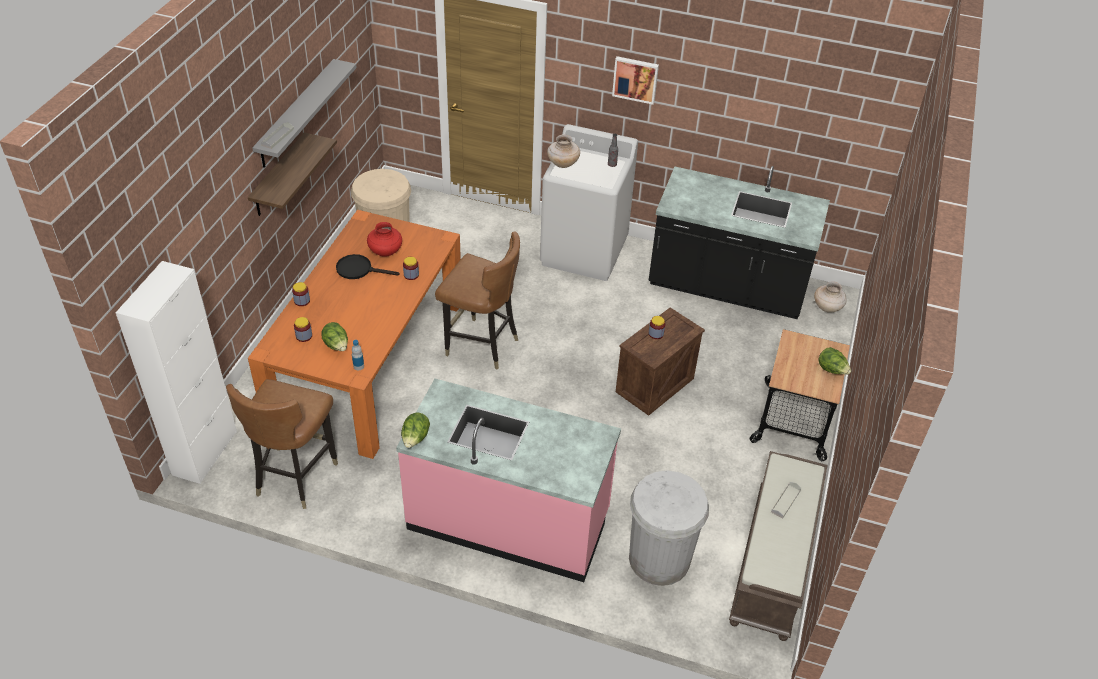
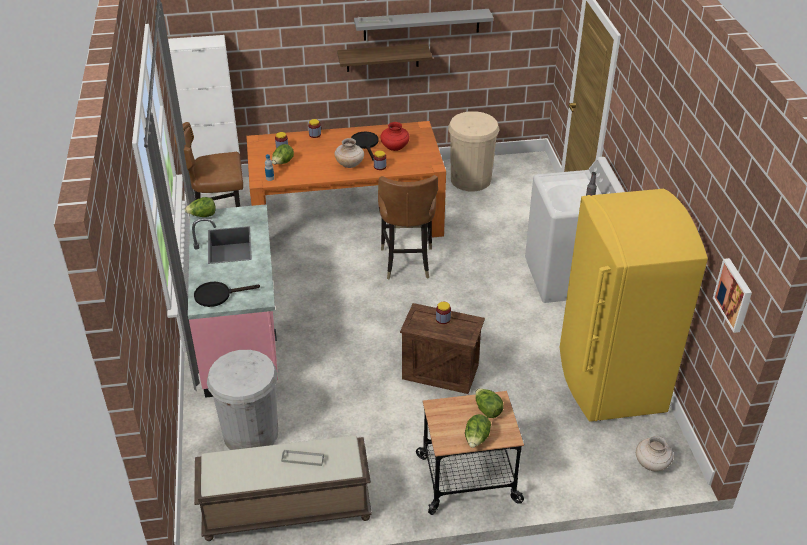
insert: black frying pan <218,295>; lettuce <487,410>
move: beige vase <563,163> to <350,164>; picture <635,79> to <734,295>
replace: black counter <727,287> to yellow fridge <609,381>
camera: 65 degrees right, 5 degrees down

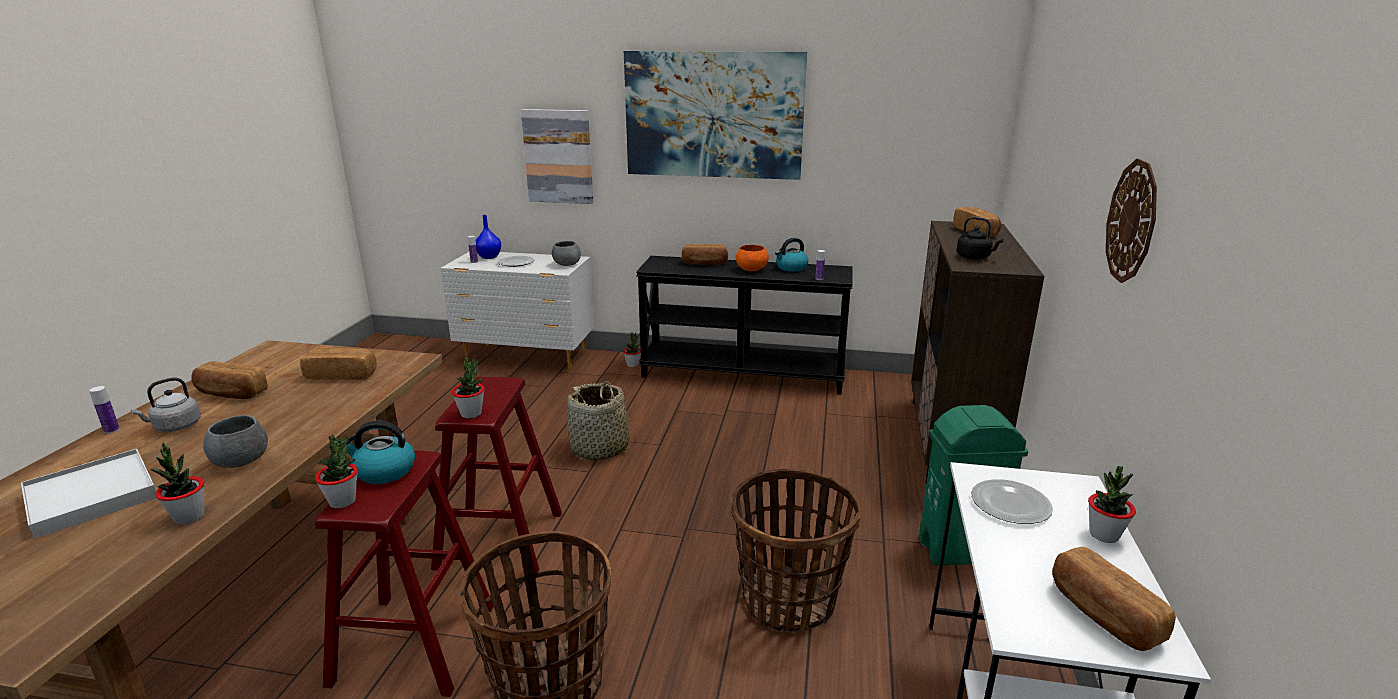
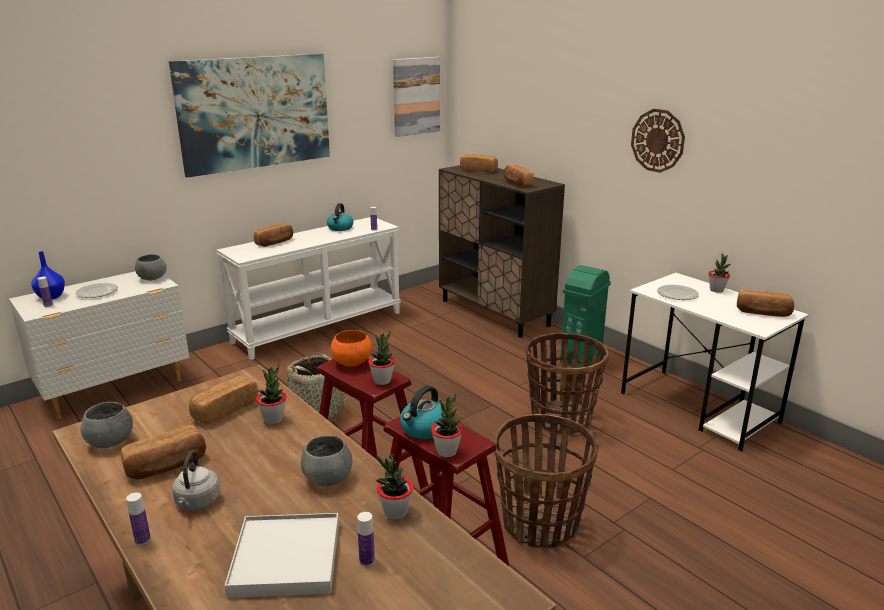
insert: grey bowl <111,441>; bottle <367,560>
move: potted plant <632,365> to <273,419>; orange bowl <751,270> to <351,362>; picture <558,156> to <416,96>
replace: black kettle <975,257> to bread <517,183>
recolor: black console table <743,374> to white console table <318,327>
camera: 50 degrees left, 0 degrees up

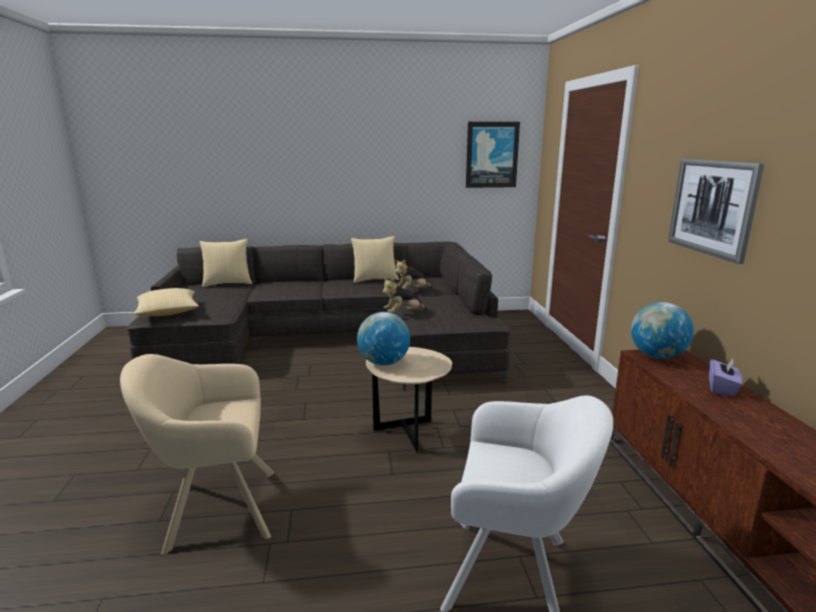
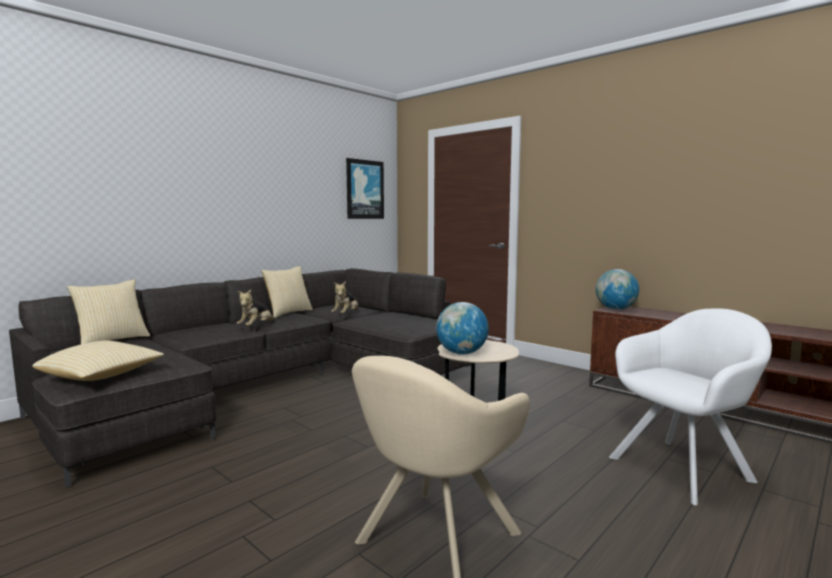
delete: picture <712,207>; purple tissue box <722,388>
move: plush toy <403,313> to <256,327>
camera: 40 degrees left, 10 degrees down

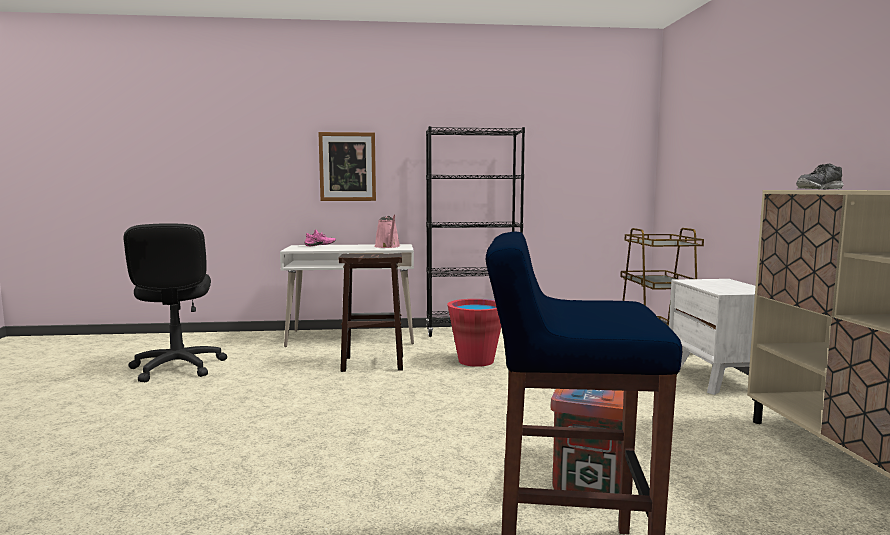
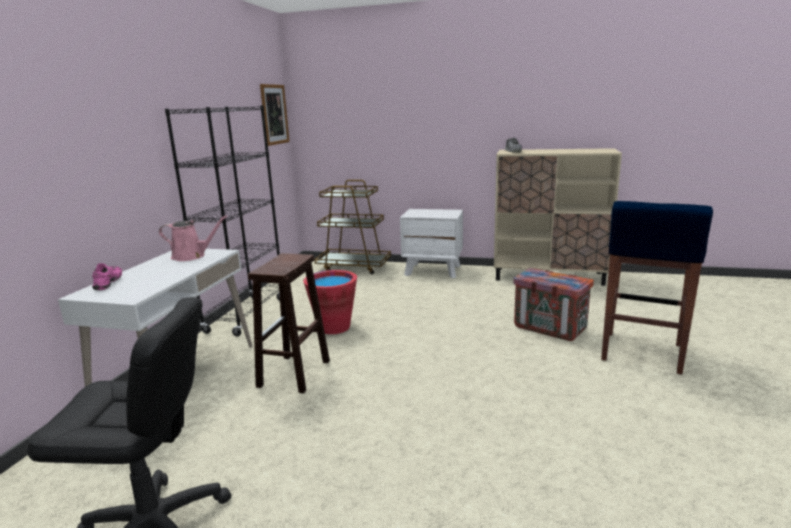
move: picture <347,166> to <274,114>
camera: 70 degrees left, 10 degrees up

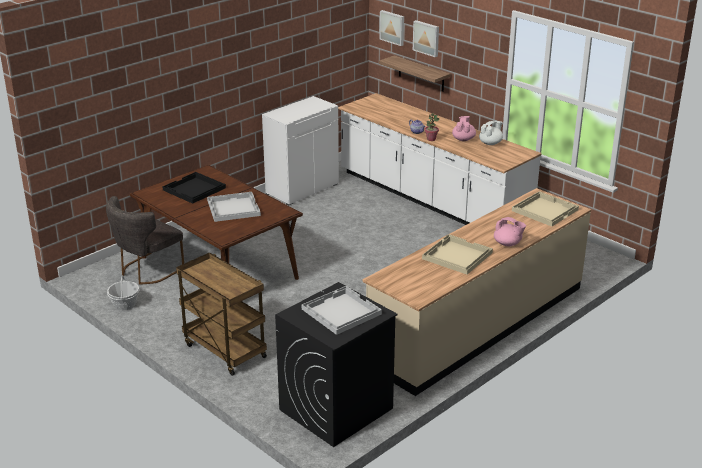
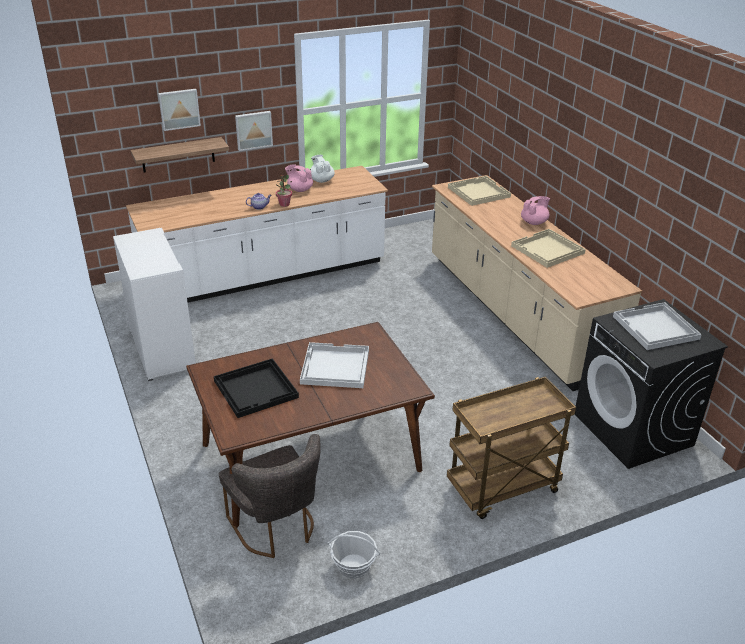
move: picture <392,27> to <253,130>
camera: 70 degrees left, 5 degrees up

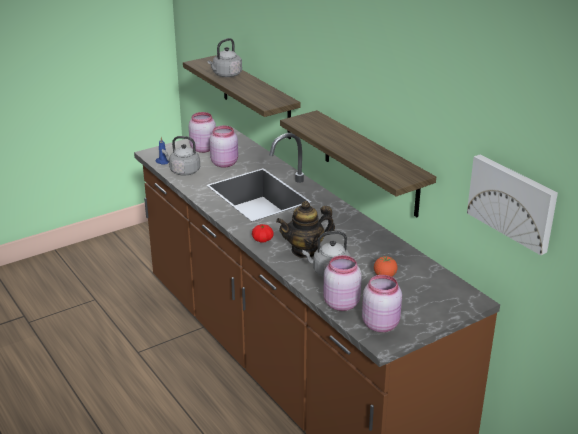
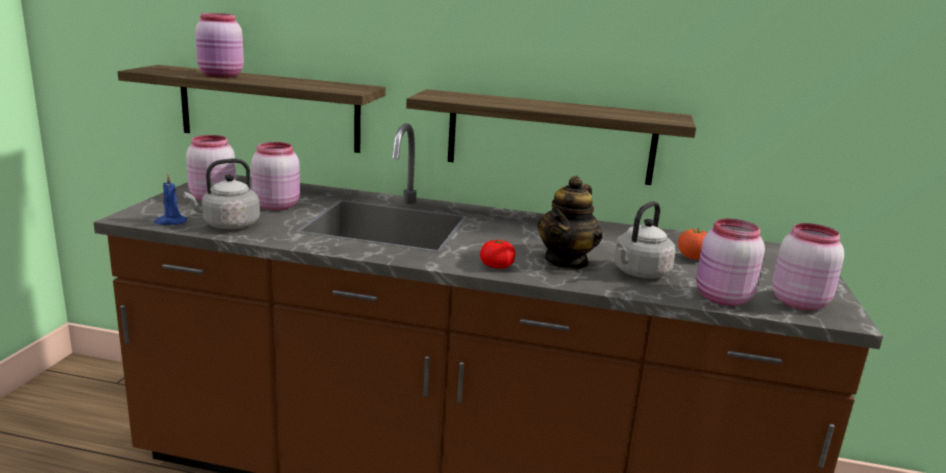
delete: picture <513,202>
replace: grey kettle <226,75> to pink jar <222,75>
camera: 45 degrees left, 10 degrees down

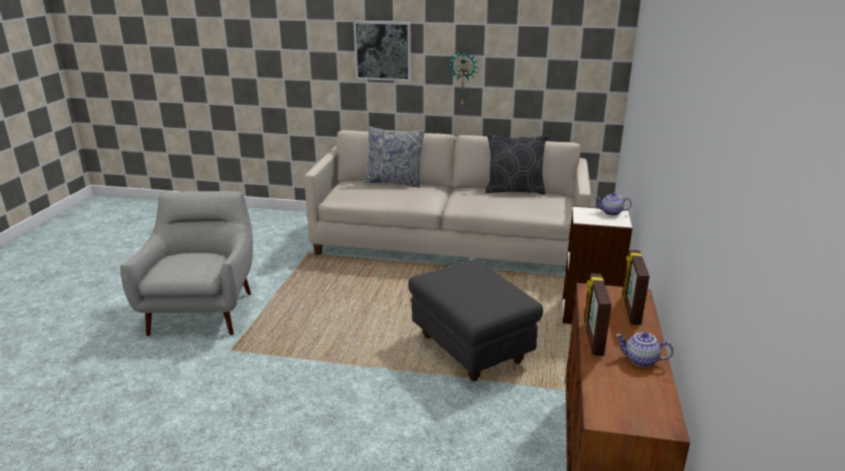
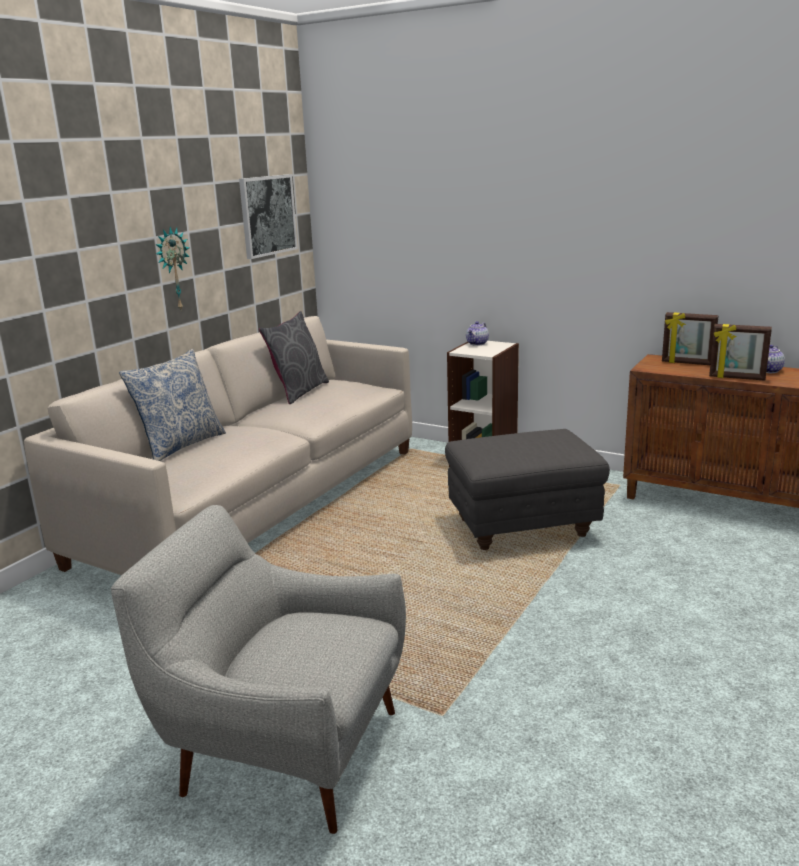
move: picture <383,50> to <267,215>
camera: 70 degrees left, 5 degrees down

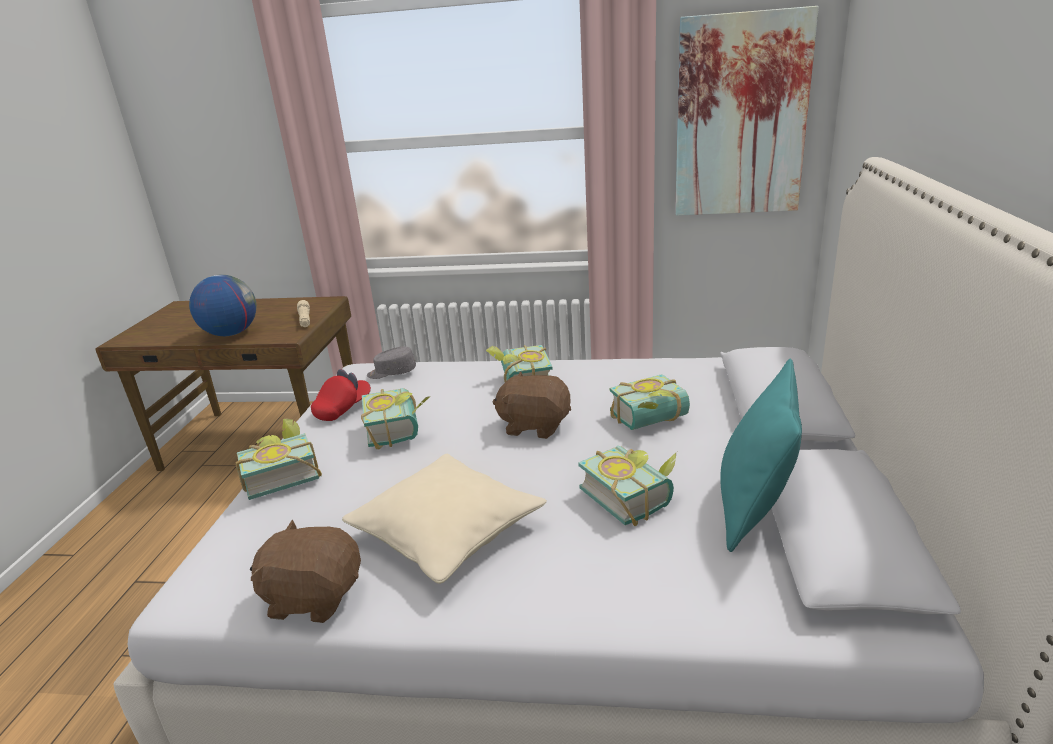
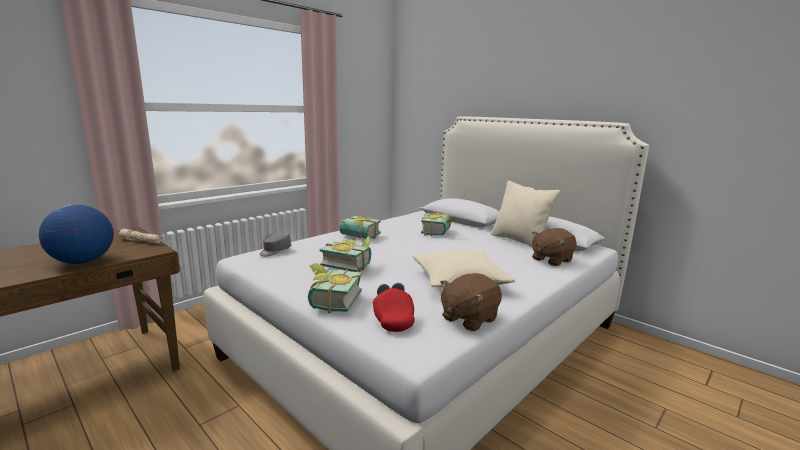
delete: book <632,496>; picture <741,117>
move: red cap <343,408> to <392,319>; brown plush toy <534,425> to <551,260>
recolor: turquoise pillow <753,508> to beige pillow <519,241>
camera: 55 degrees left, 10 degrees down

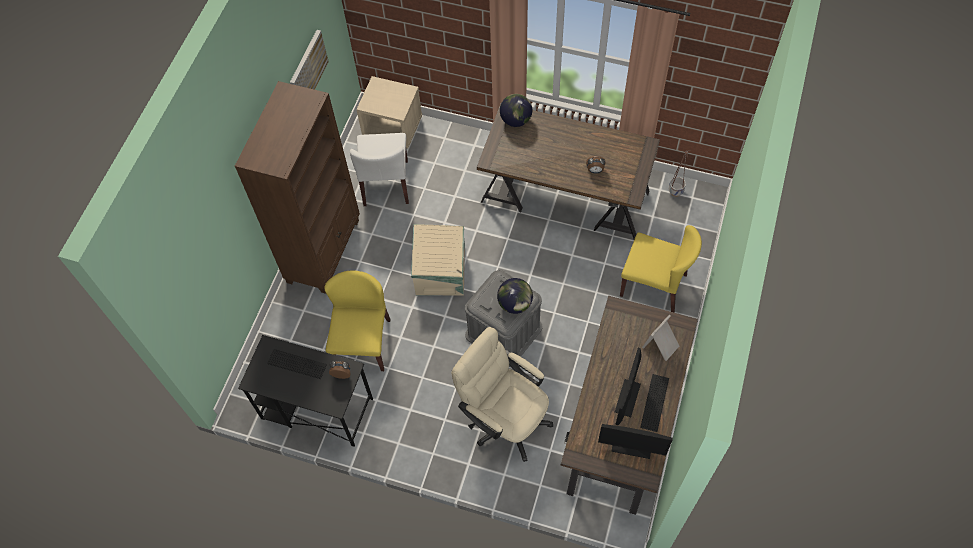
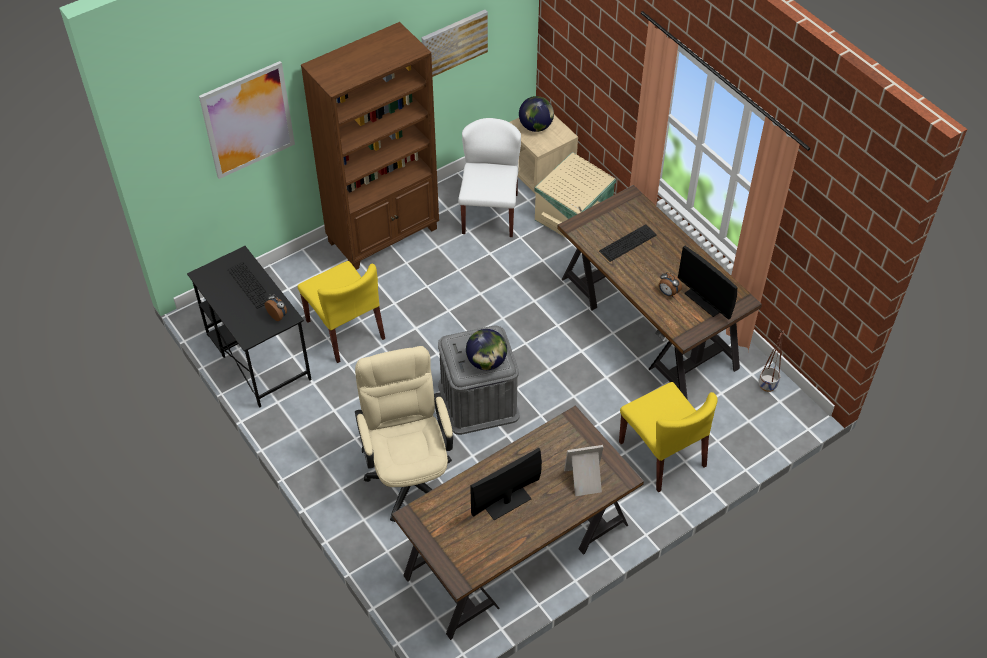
insert: picture <248,120>
move: globe <516,120> to <536,127>; beige storage box <441,270> to <574,214>; keyboard <654,402> to <628,243>; monitor <631,447> to <705,300>
rotate: yellow chair <363,343> = <345,330> 105 degrees clockwise; white chair <386,183> = <489,213> 150 degrees clockwise
camera: 35 degrees right, 10 degrees down

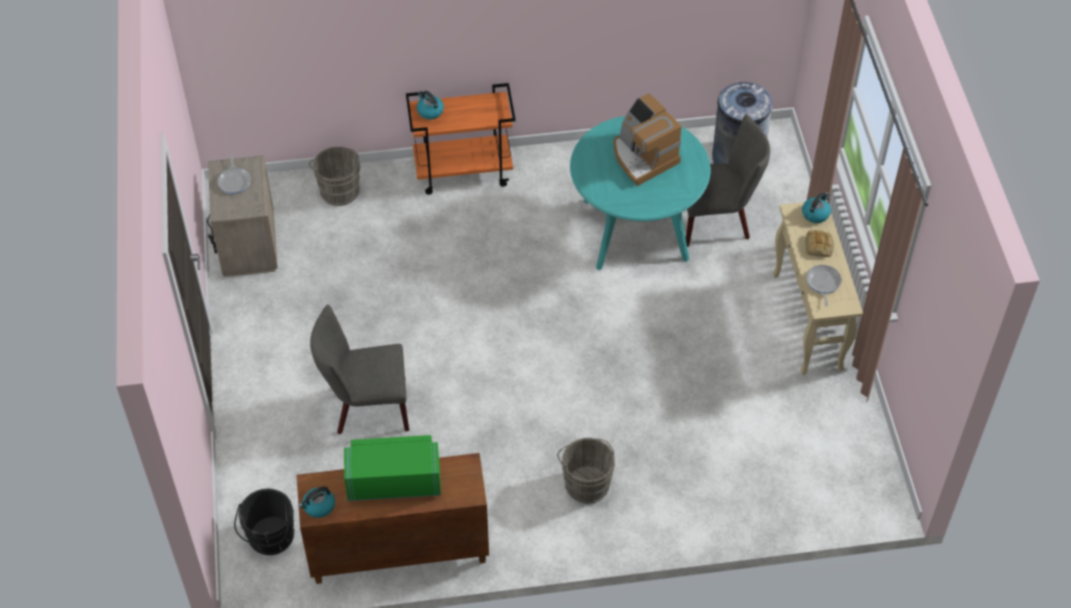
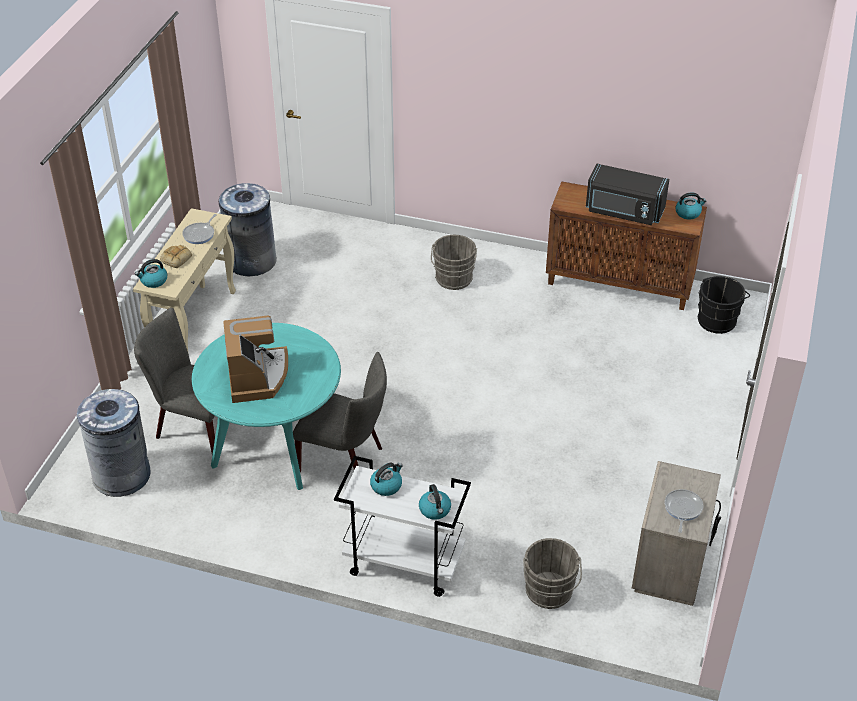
insert: grey trash can <251,261>; kettle <386,485>
move: grey chair <366,407> to <345,460>
recolor: orange cart <464,171> to white cart <403,564>; green microwave <394,480> to black microwave <624,211>
camera: 155 degrees left, 10 degrees down

